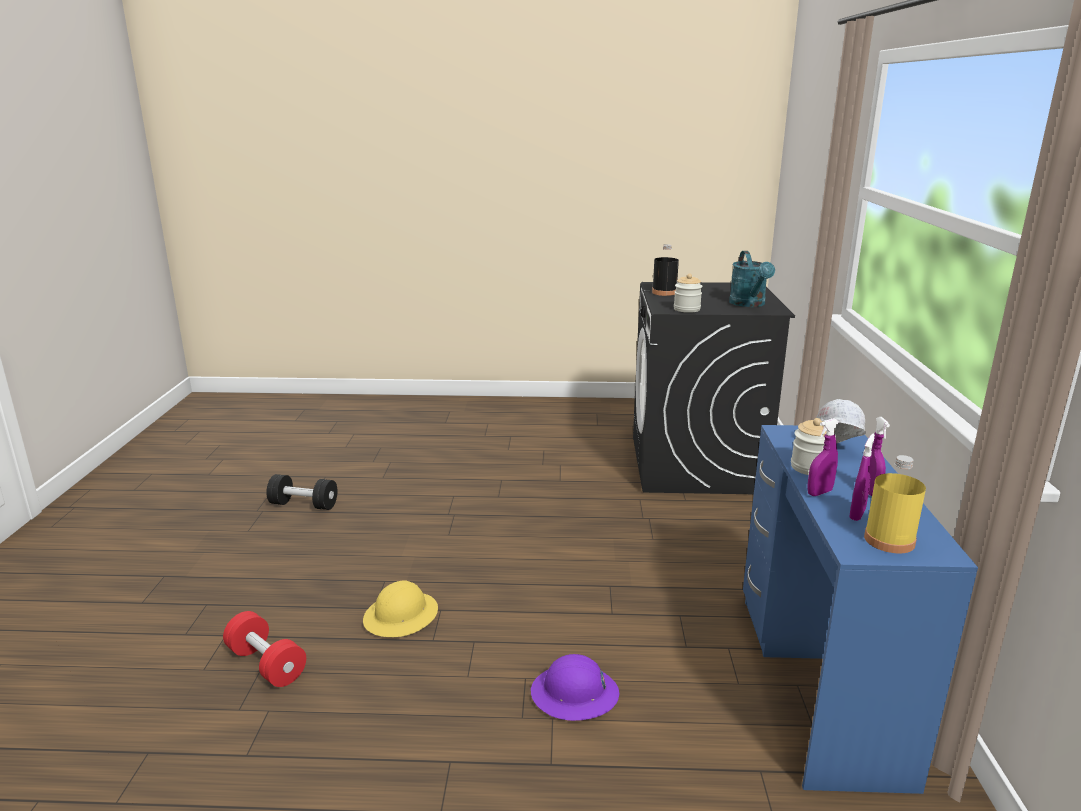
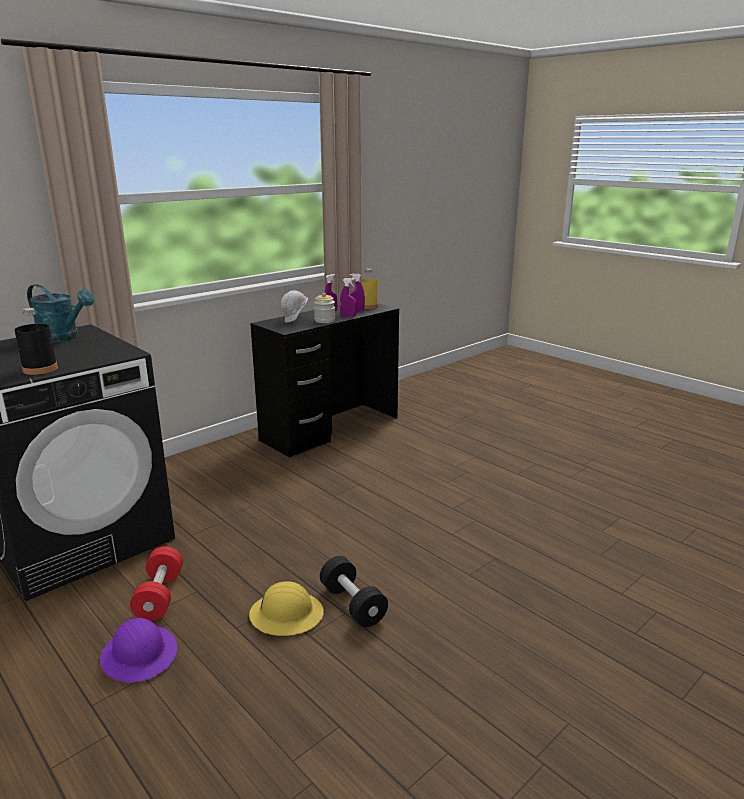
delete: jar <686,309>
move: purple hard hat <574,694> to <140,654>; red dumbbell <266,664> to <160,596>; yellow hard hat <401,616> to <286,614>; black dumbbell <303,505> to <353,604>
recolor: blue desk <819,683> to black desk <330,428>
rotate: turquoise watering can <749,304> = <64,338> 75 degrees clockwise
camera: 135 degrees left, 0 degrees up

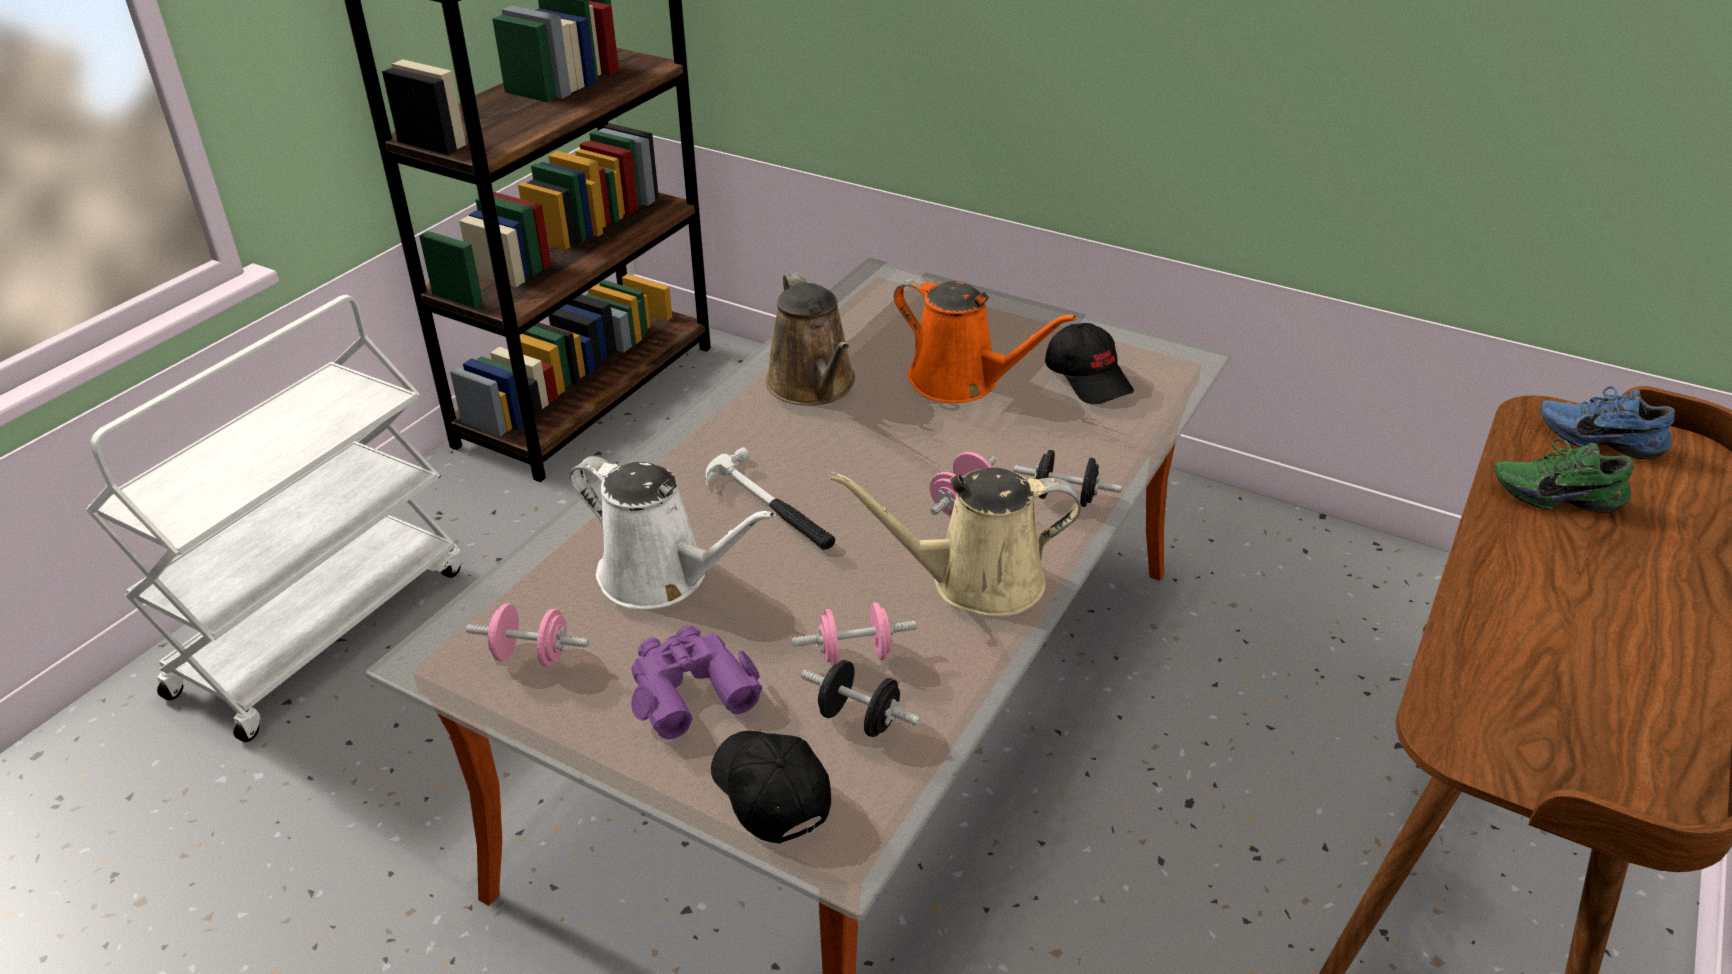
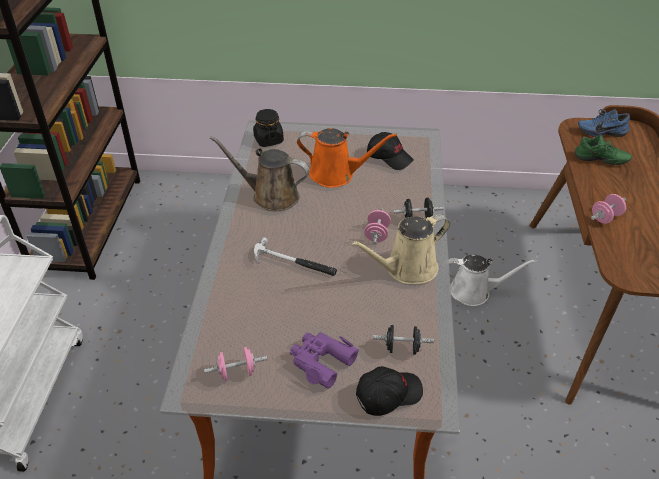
insert: black jar <268,140>
move: white watering can <662,577> to <474,292>; pink dumbbell <854,655> to <605,217>
rotate: brown watering can <814,386> = <271,196> 150 degrees clockwise; black cap <769,792> = <388,394> 120 degrees clockwise; green shoe <1554,495> = <600,161> 150 degrees counterclockwise
camera: 25 degrees left, 5 degrees up

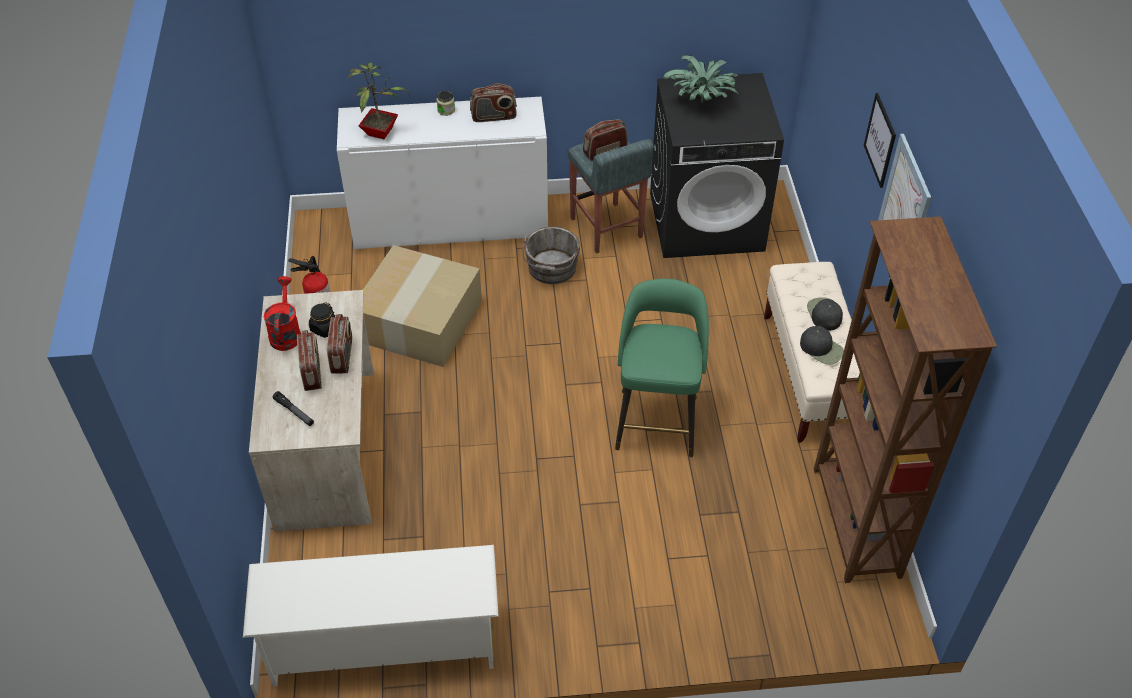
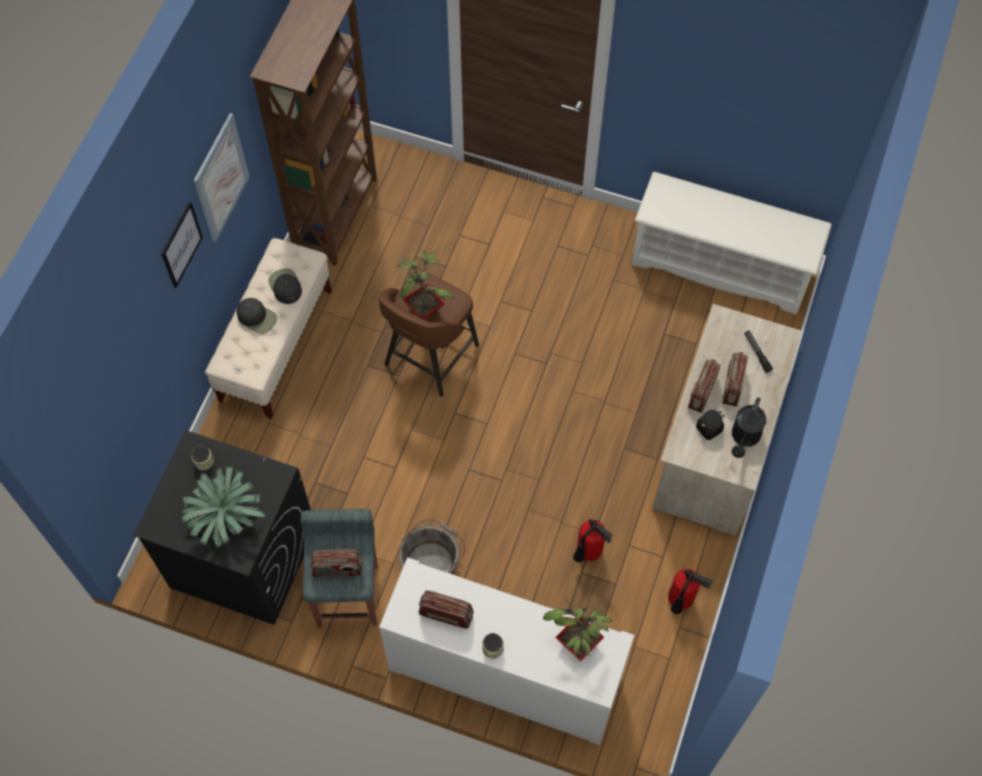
insert: jar <204,461>; potted plant <425,308>
replace: cardboard box <419,319> to fire extinguisher <587,554>
recolor: green stool <657,420> to brown stool <429,357>; red watering can <285,332> to black watering can <744,438>
rotate: black cap <824,314> = <257,317> 75 degrees counterclockwise
camera: 155 degrees left, 15 degrees up

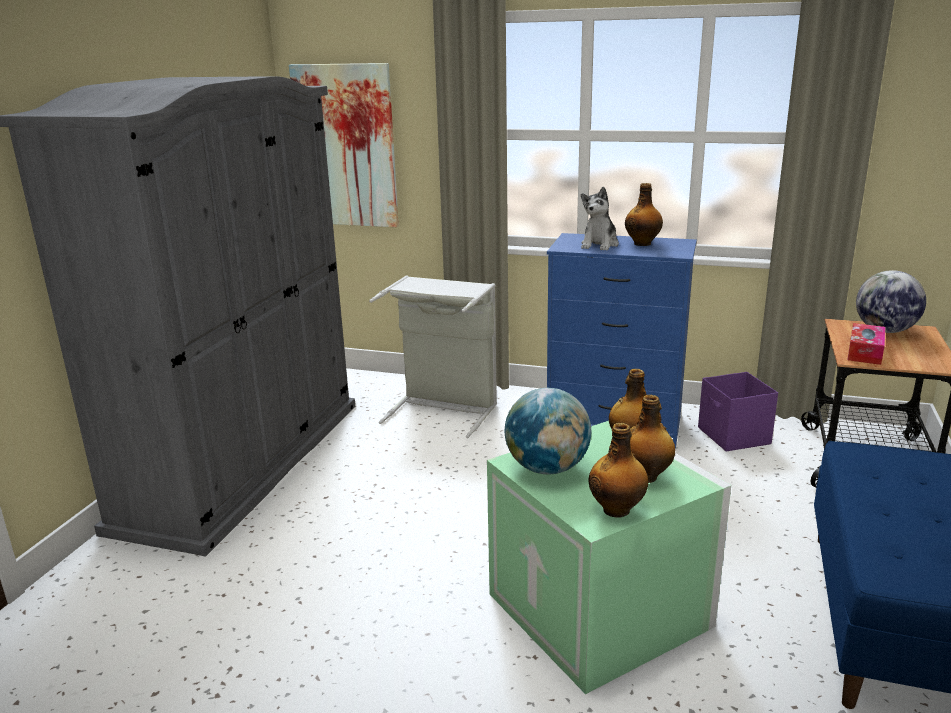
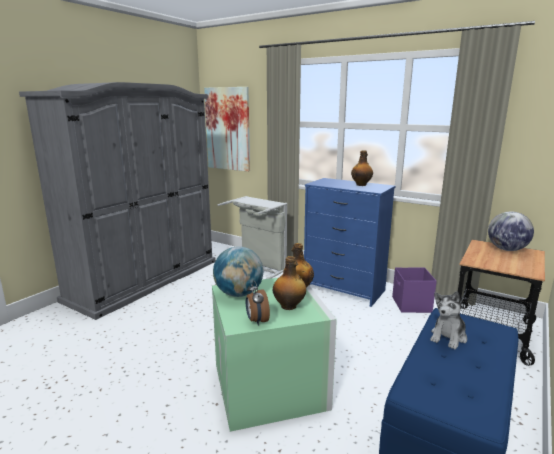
delete: tissue box <865,352>
move: plush toy <599,245> to <448,337>
replace: bottle <617,509> to alarm clock <256,321>
camera: 15 degrees right, 5 degrees down

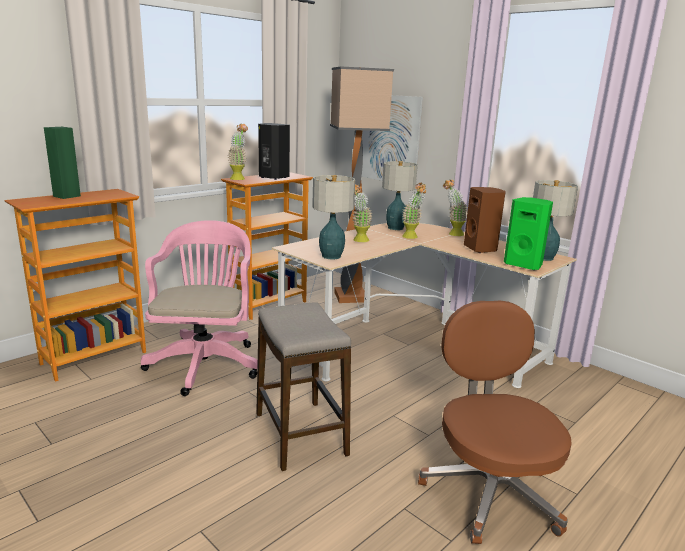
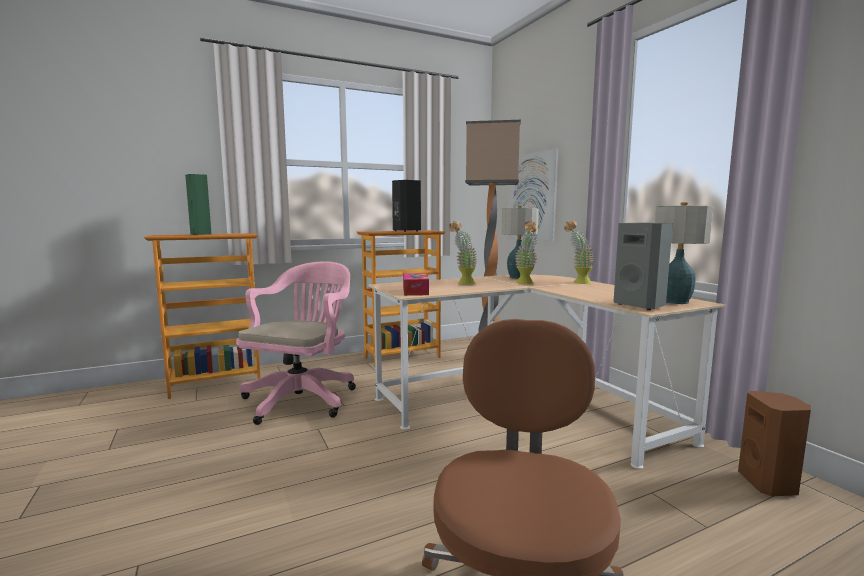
delete: potted plant <239,178>; stool <300,434>
move: brown speaker <481,249> to <769,484>
replace: table lamp <331,256> to tissue box <415,291>
recolor: green speaker <524,265> to grey speaker <640,305>
camera: 20 degrees right, 10 degrees down

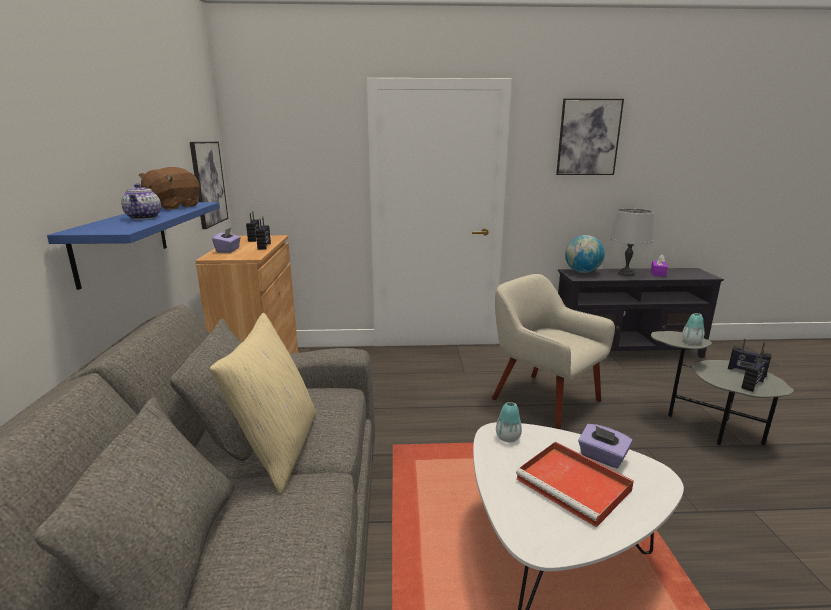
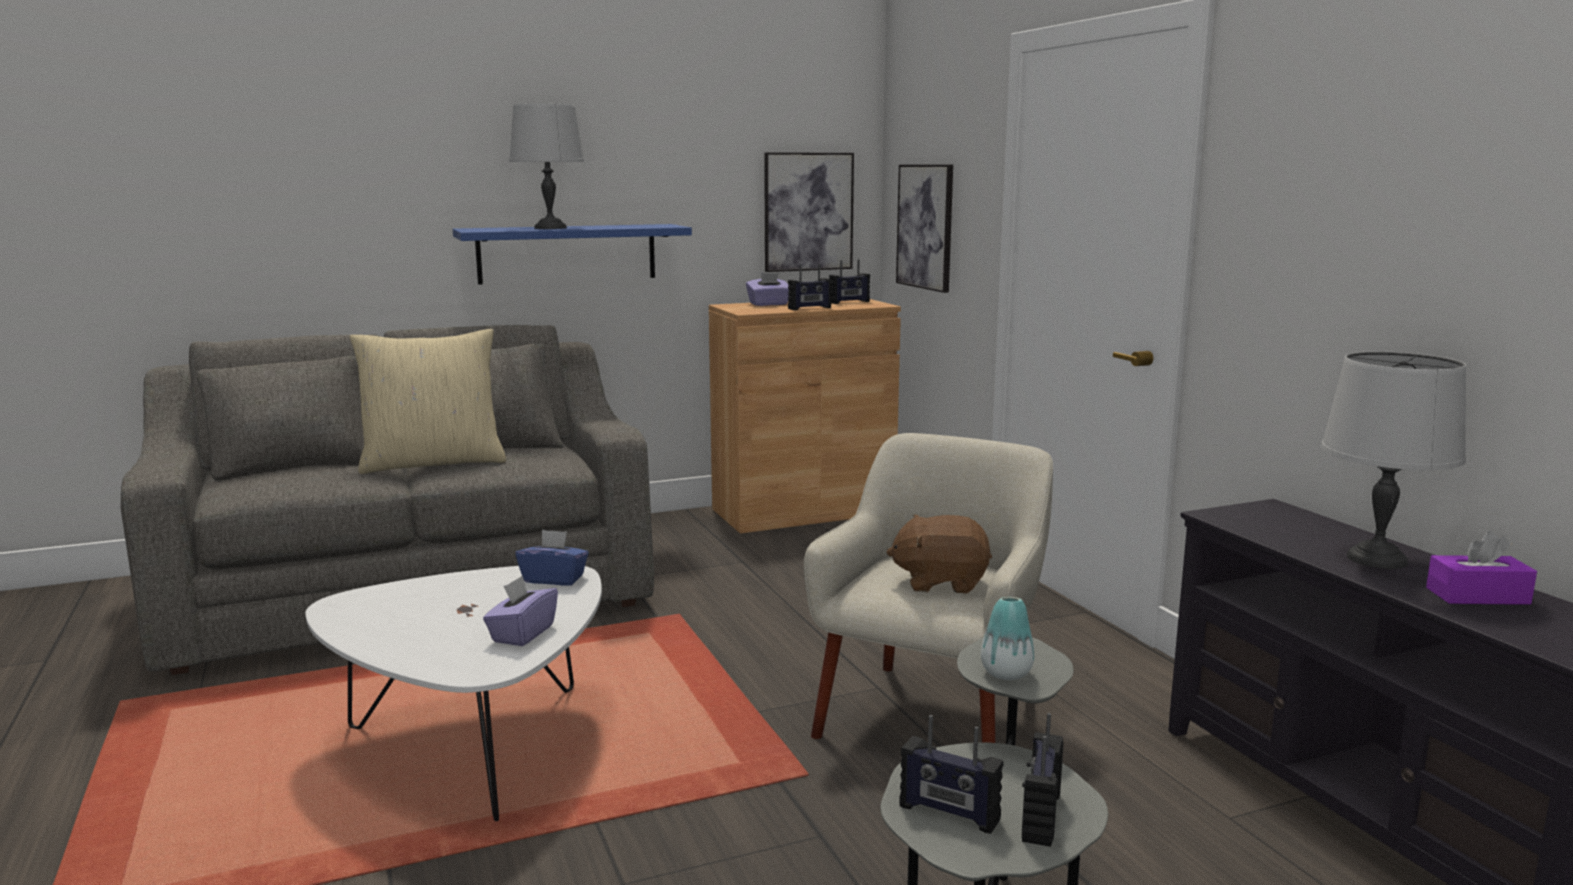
delete: red tray <575,485>; globe <582,272>
move: brown plush toy <172,207> to <940,582>; picture <588,137> to <925,226>
replace: teapot <144,217> to grey table lamp <550,228>; vase <508,438> to blue tissue box <554,579>
camera: 70 degrees right, 5 degrees down

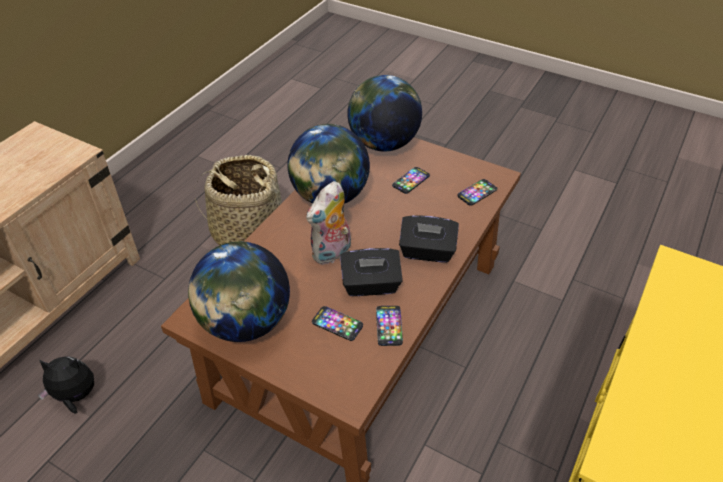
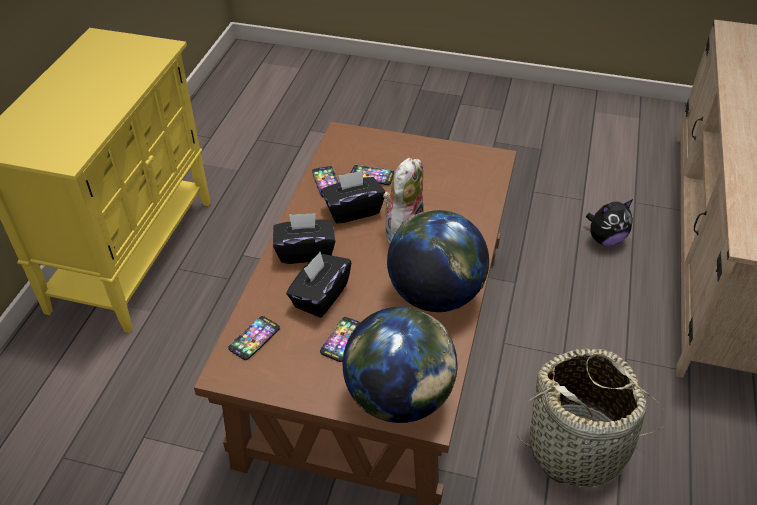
delete: globe <245,323>
insert: black tissue box <320,296>
camera: 165 degrees right, 0 degrees up

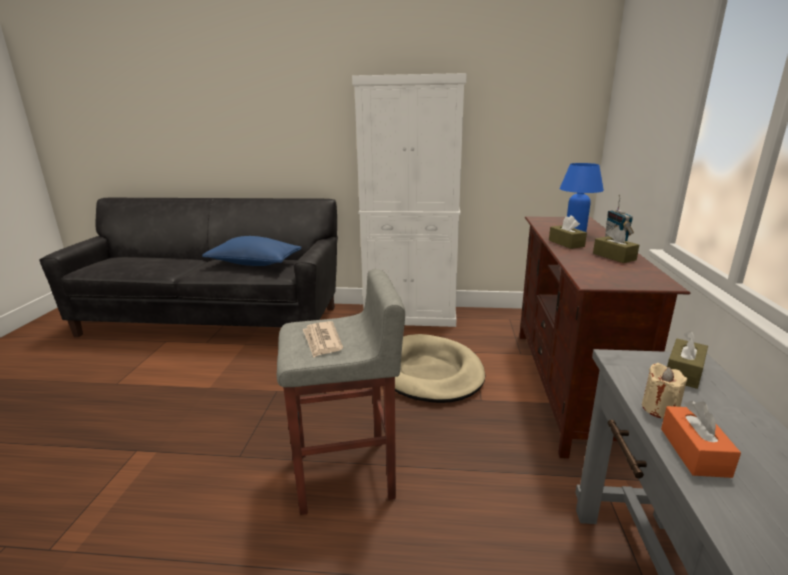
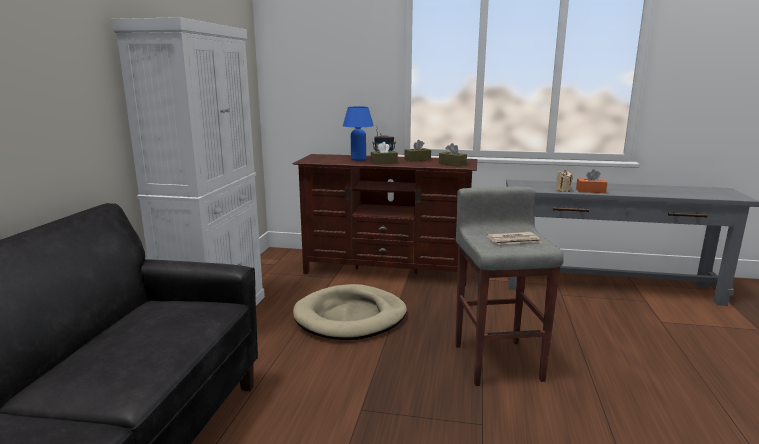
delete: blue pillow <254,263>
move: brown tissue box <684,372> to <452,164>
camera: 85 degrees left, 5 degrees down

